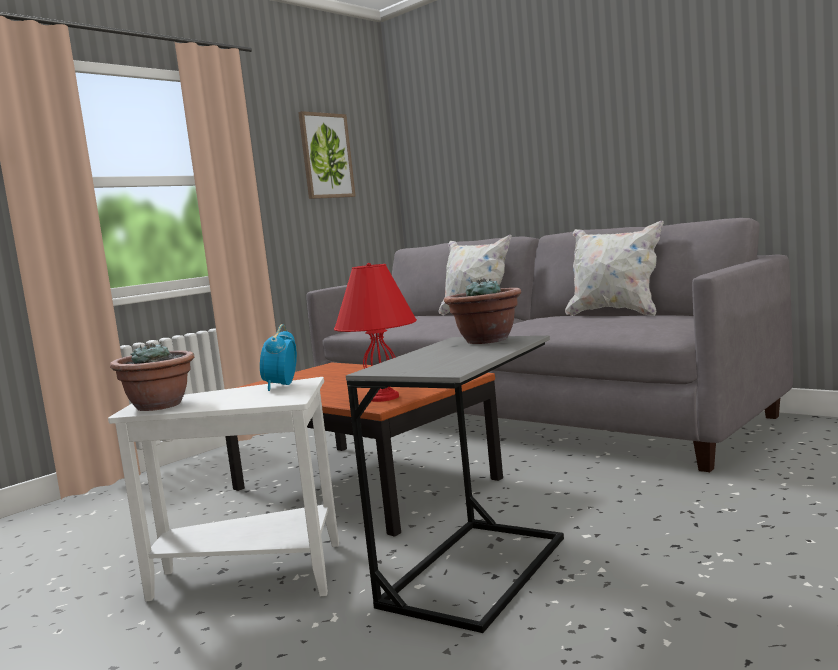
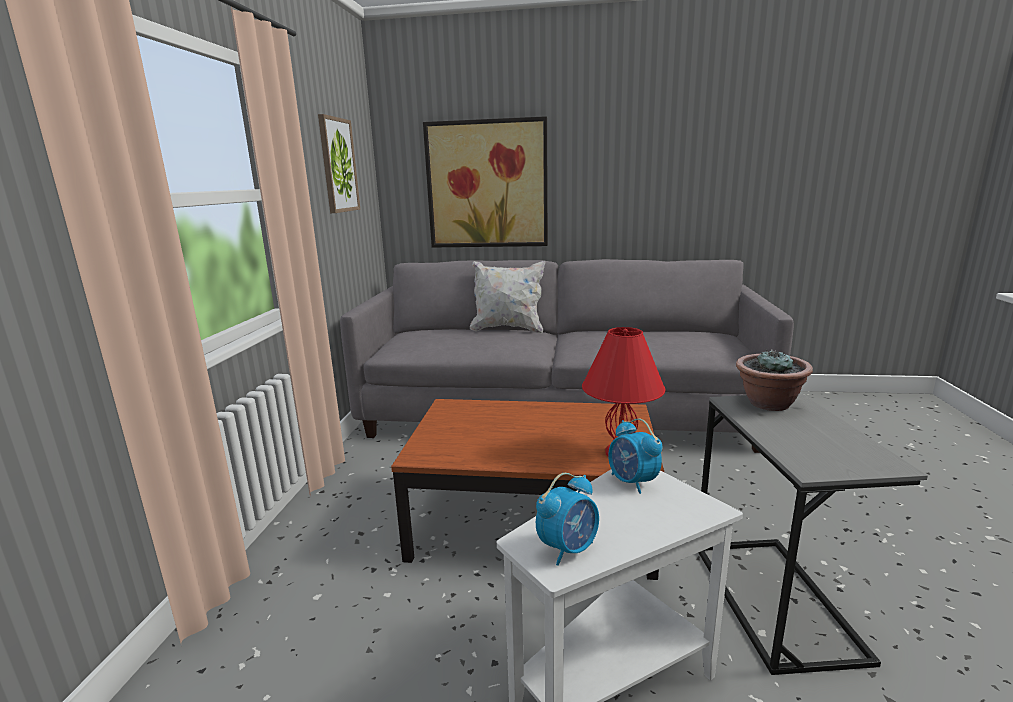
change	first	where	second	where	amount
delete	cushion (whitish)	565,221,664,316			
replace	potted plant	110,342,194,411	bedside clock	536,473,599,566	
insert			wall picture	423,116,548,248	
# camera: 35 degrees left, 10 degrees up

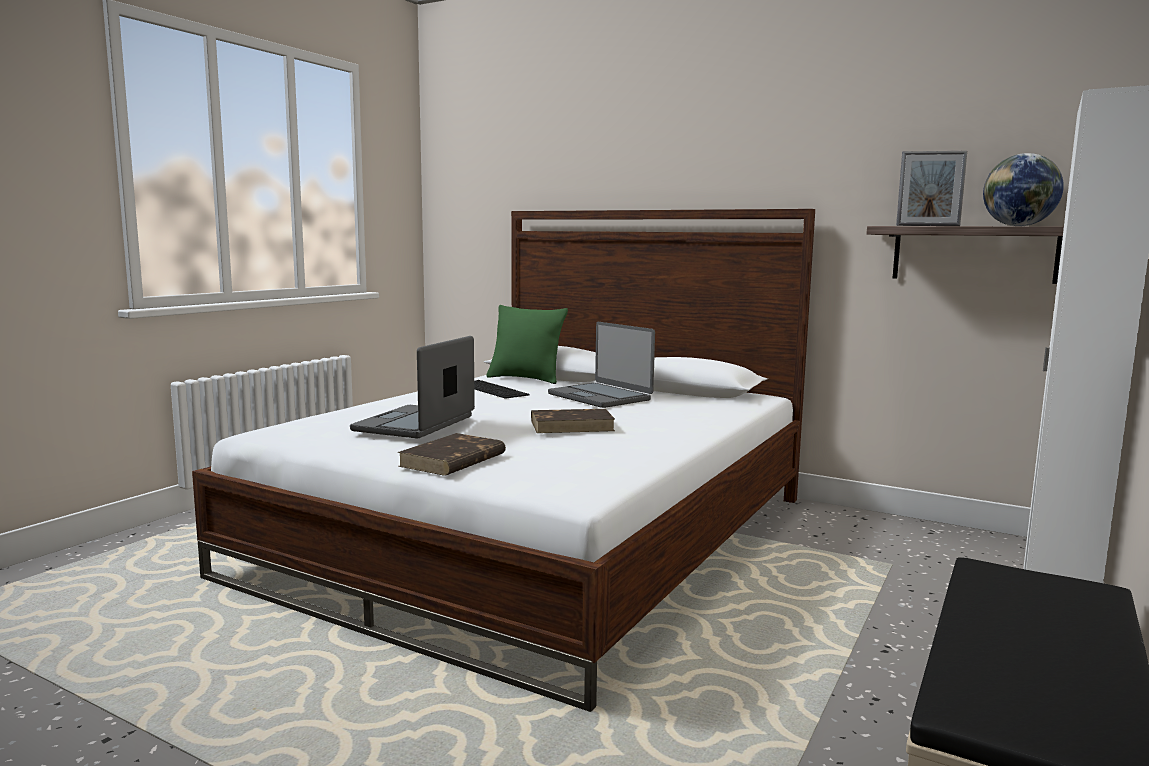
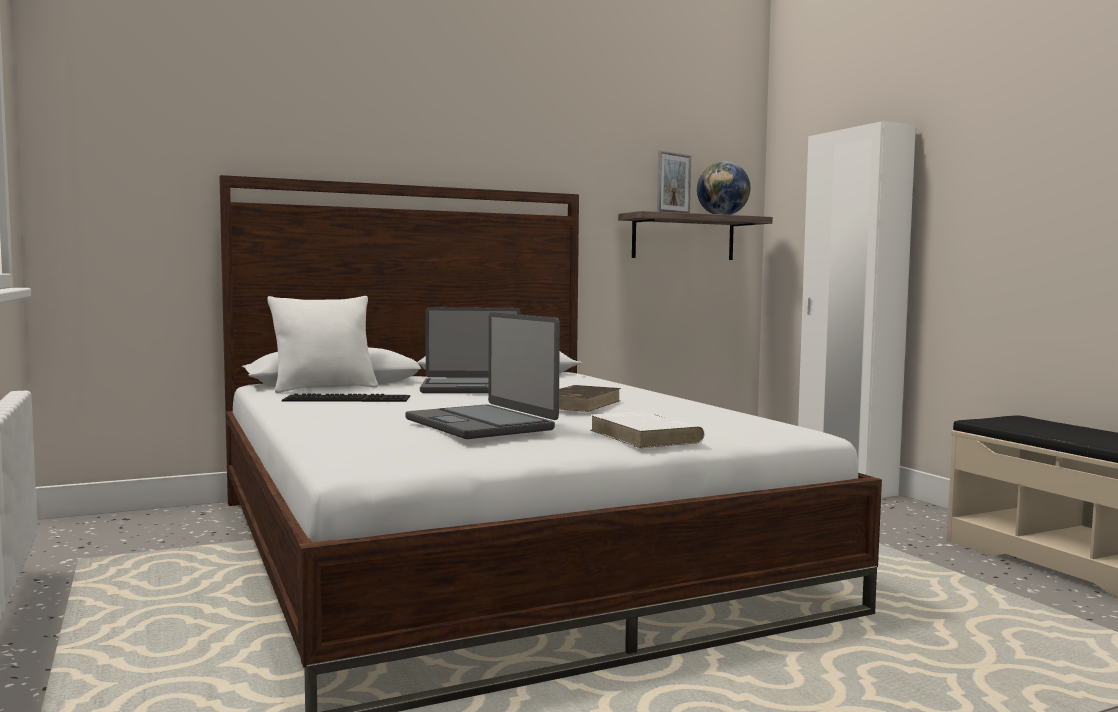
change	first	where	second	where	amount
recolor	cushion (green)	486,305,568,384	cushion (whitish)	267,296,378,393	
recolor	bound book (brown)	398,433,506,476	bound book (whitish)	591,411,705,448	
# camera: 55 degrees left, 5 degrees down

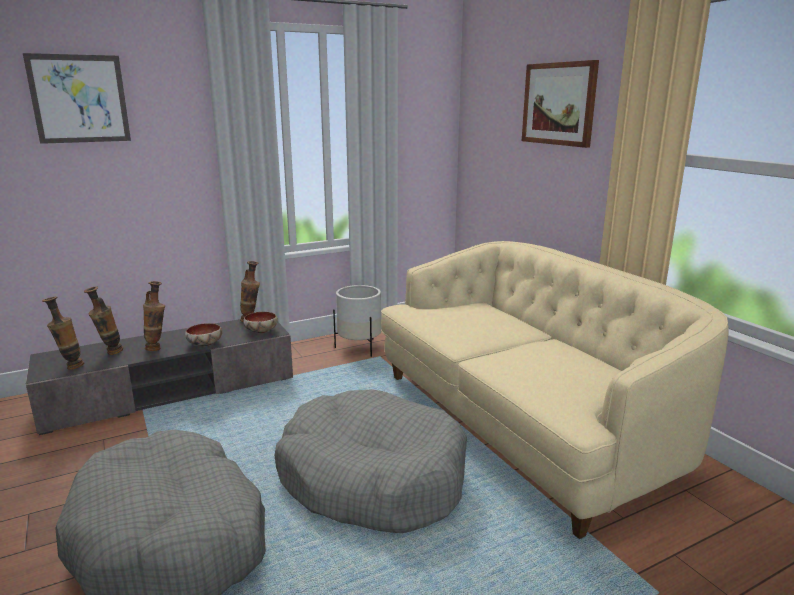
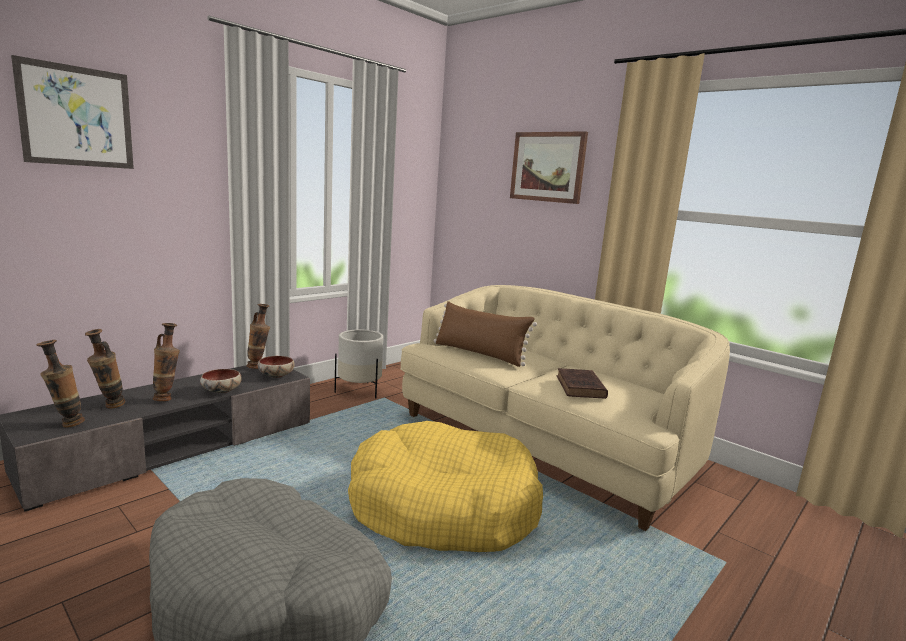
change	first	where	second	where	amount
recolor	pet bed (grey)	275,389,467,533	pet bed (yellow-coloured)	348,421,543,552	
insert			cushion (brown)	434,301,537,367	
insert			bound book (brown)	557,368,608,399	
# camera: 20 degrees left, 5 degrees down

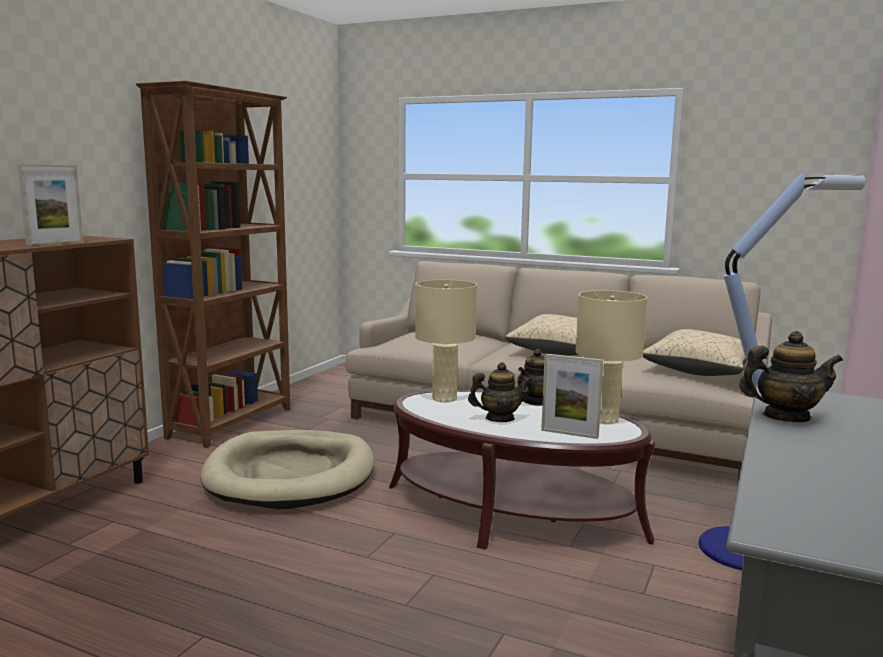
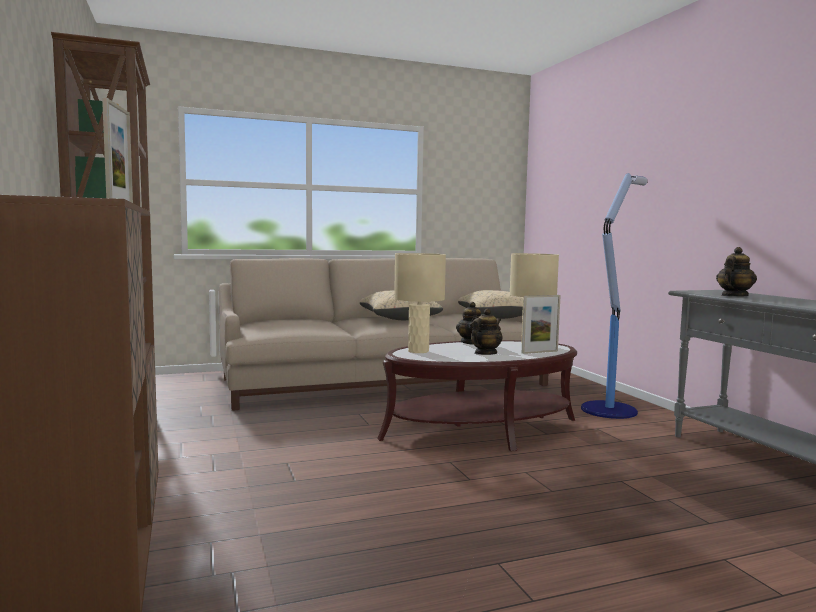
change	first	where	second	where	amount
delete	pet bed (sand-coloured)	200,430,374,509			
# camera: 45 degrees left, 5 degrees down

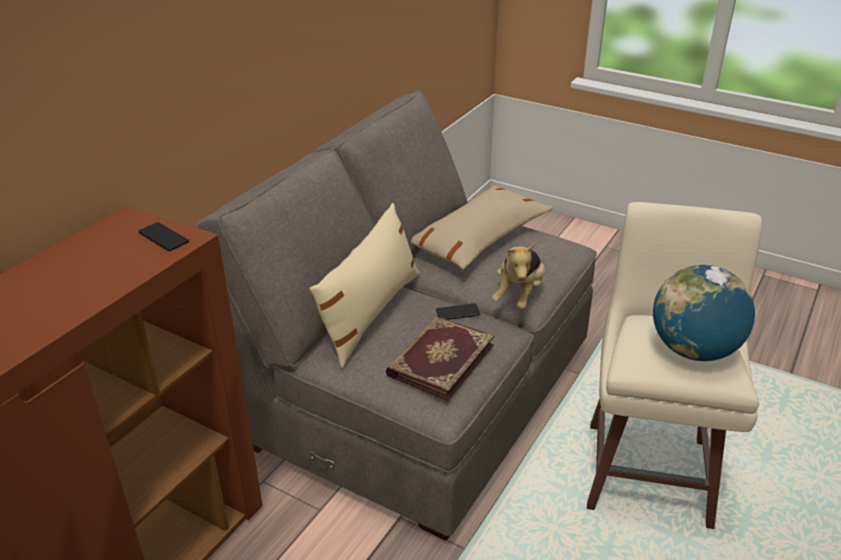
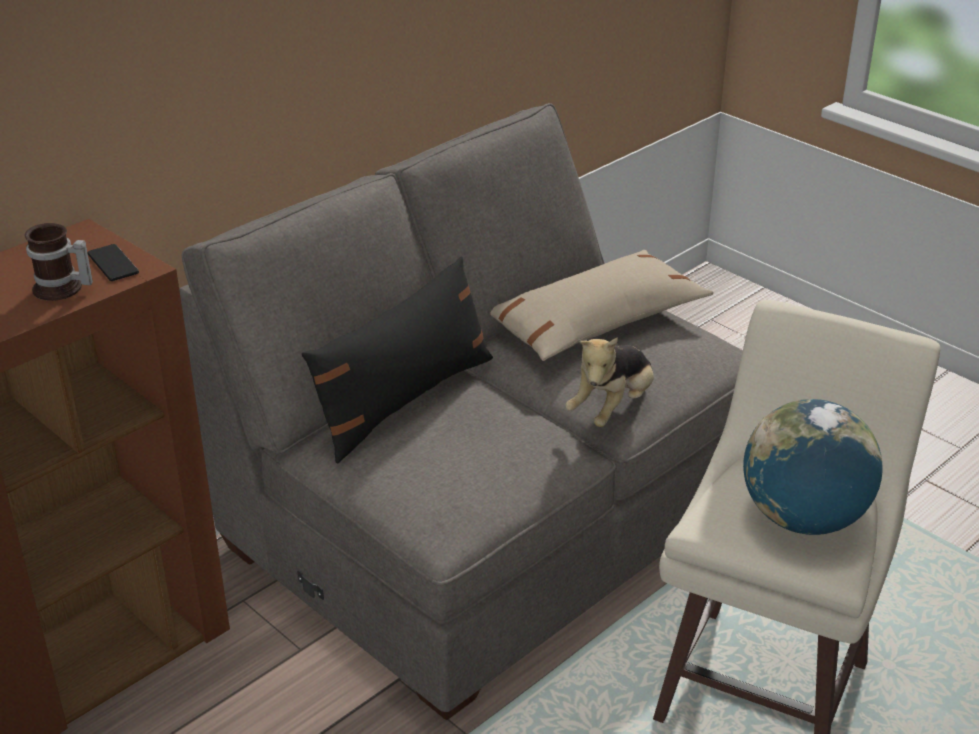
change	first	where	second	where	amount
recolor	cushion (sand-coloured)	309,203,420,368	cushion (black-coloured)	302,257,493,463	
delete	telephone	436,303,480,320			
delete	bound book	386,316,494,401			
insert			tea mug	25,223,93,301	
# camera: 15 degrees right, 0 degrees up

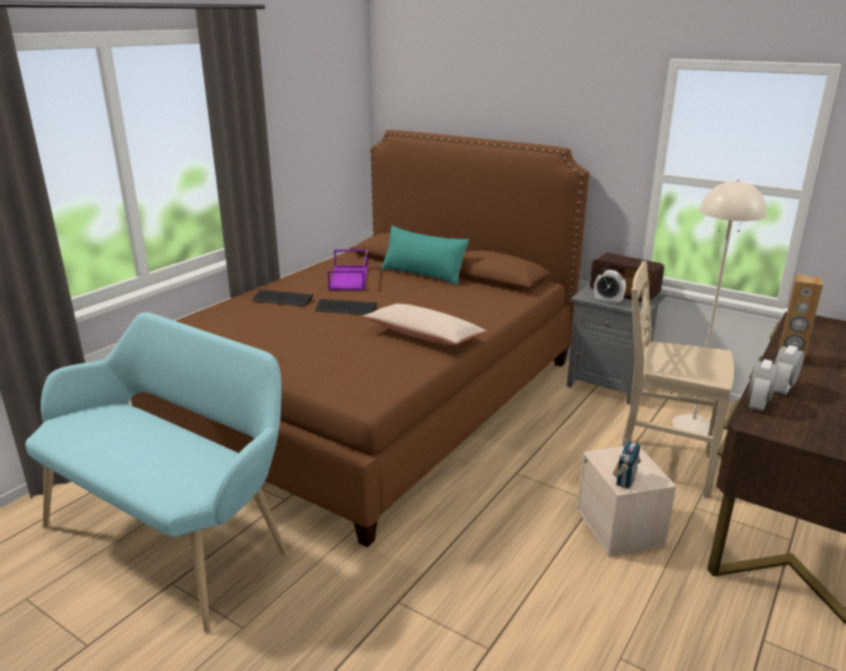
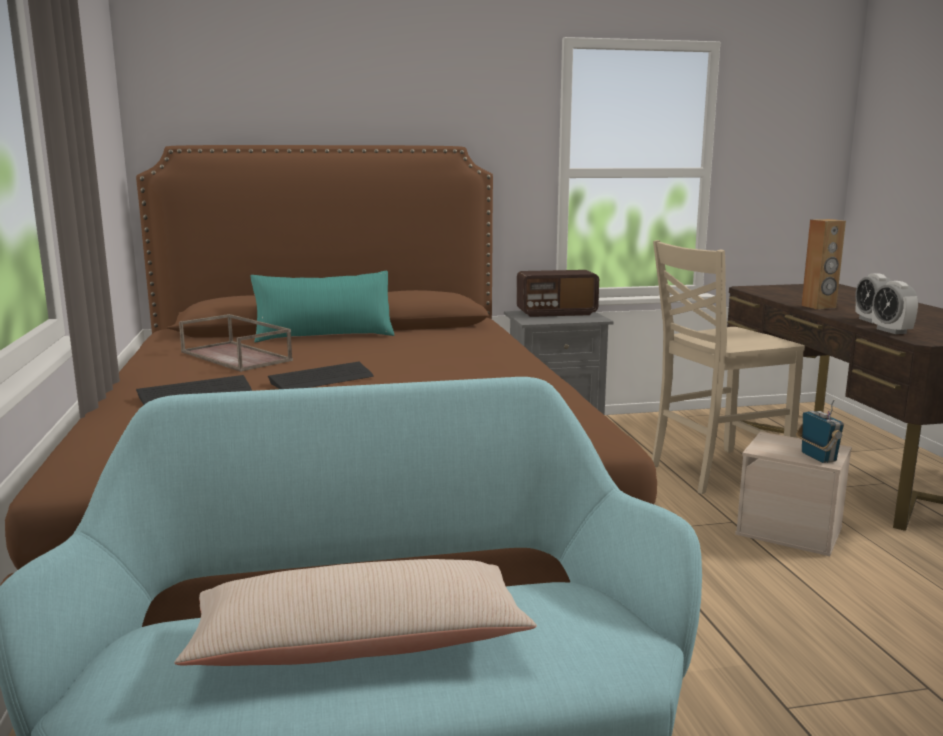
change	first	where	second	where	amount
delete	floor lamp (sand-coloured)	672,180,767,435			
recolor	serving tray (purple)	328,249,368,290	serving tray (brown)	179,314,293,372	
delete	bedside clock	594,270,626,305			
move	cushion (sand-coloured)	362,304,486,345		175,559,537,666	
# camera: 45 degrees left, 10 degrees down

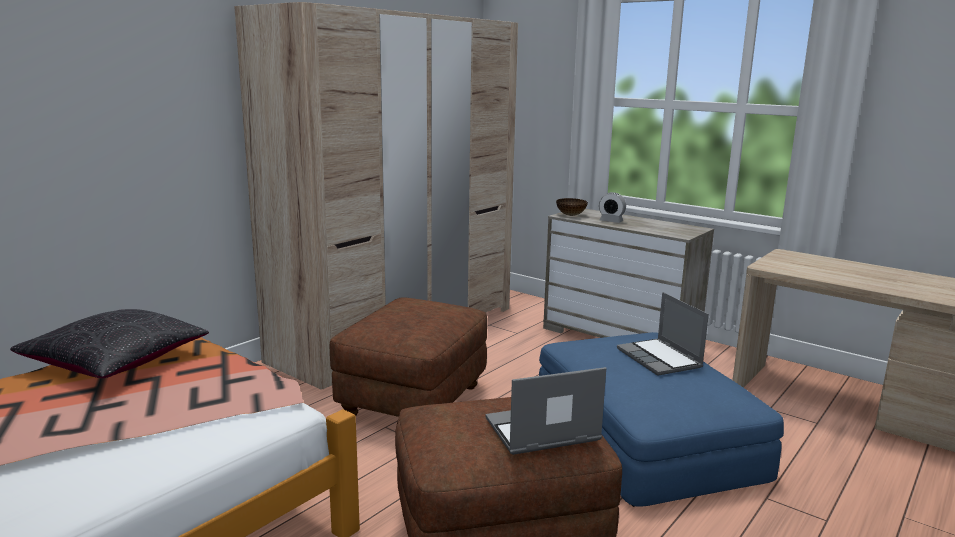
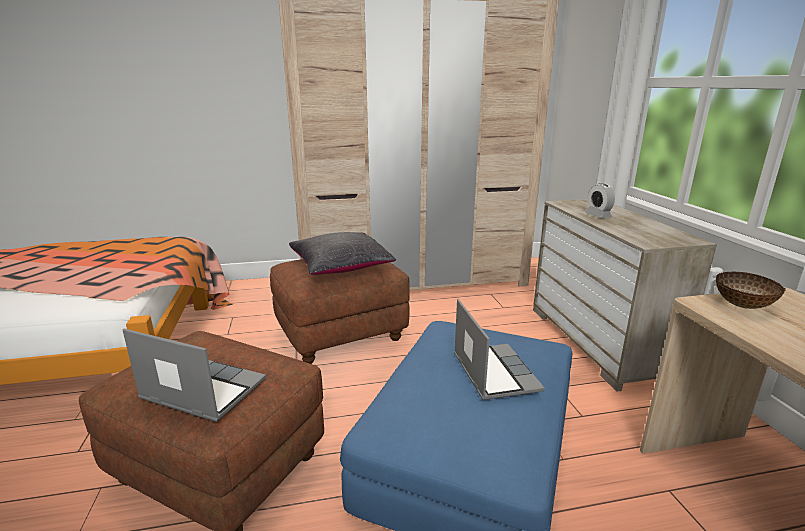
change	first	where	second	where	amount
move	deep dish	556,198,588,216		716,272,786,309	
rotate	notebook computer	617,292,709,376		454,299,545,400	150 degrees clockwise
move	cushion (black-coloured)	10,309,209,379		289,232,396,275	
# camera: 40 degrees right, 5 degrees up

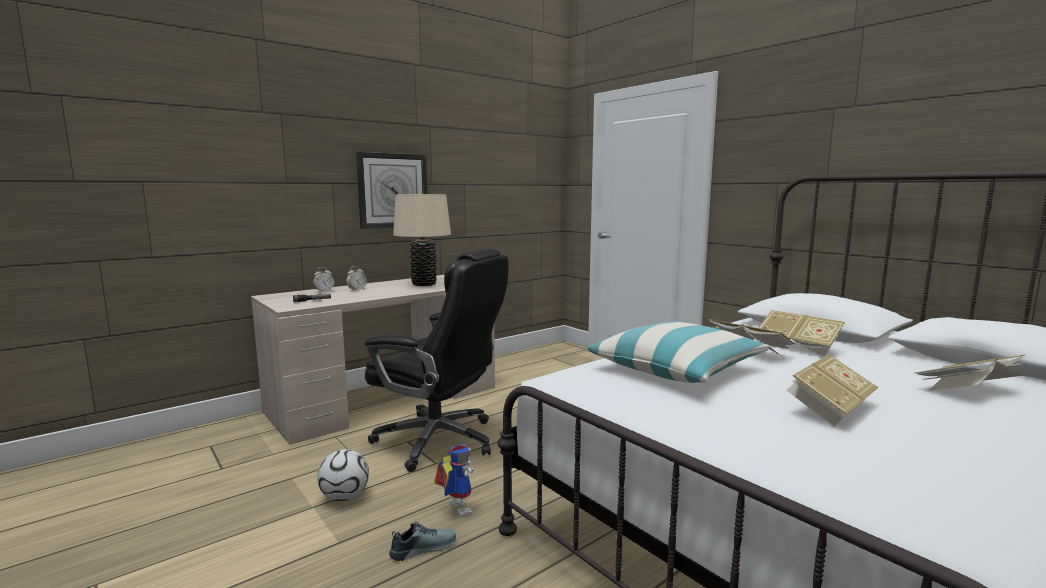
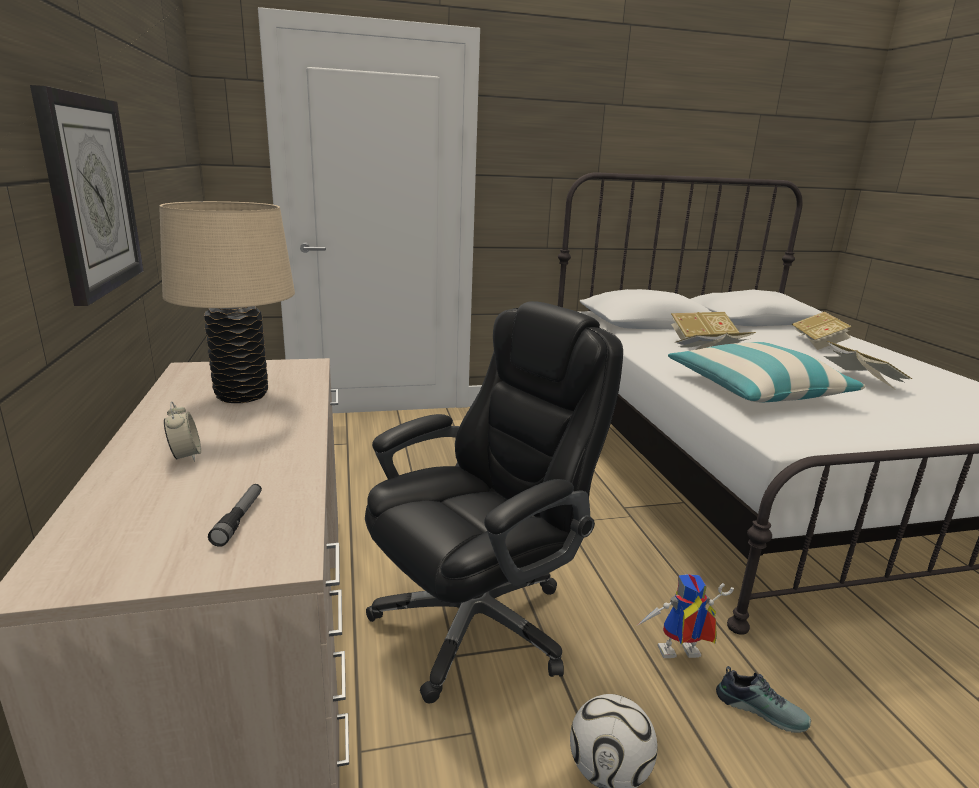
change	first	where	second	where	amount
delete	bedside clock	313,267,334,292			
rotate	shoe	389,522,456,561		716,666,811,733	120 degrees clockwise
# camera: 65 degrees left, 10 degrees up

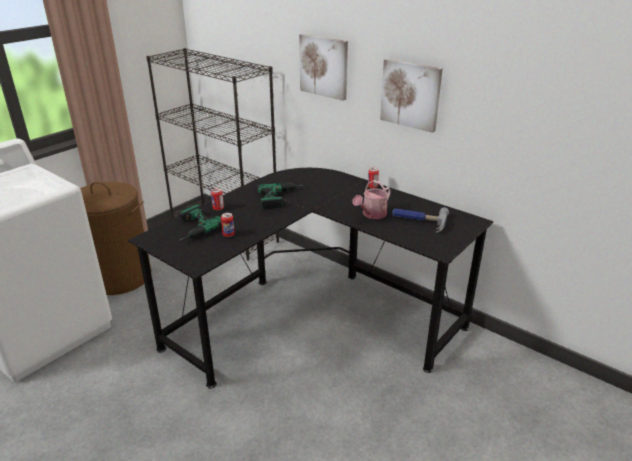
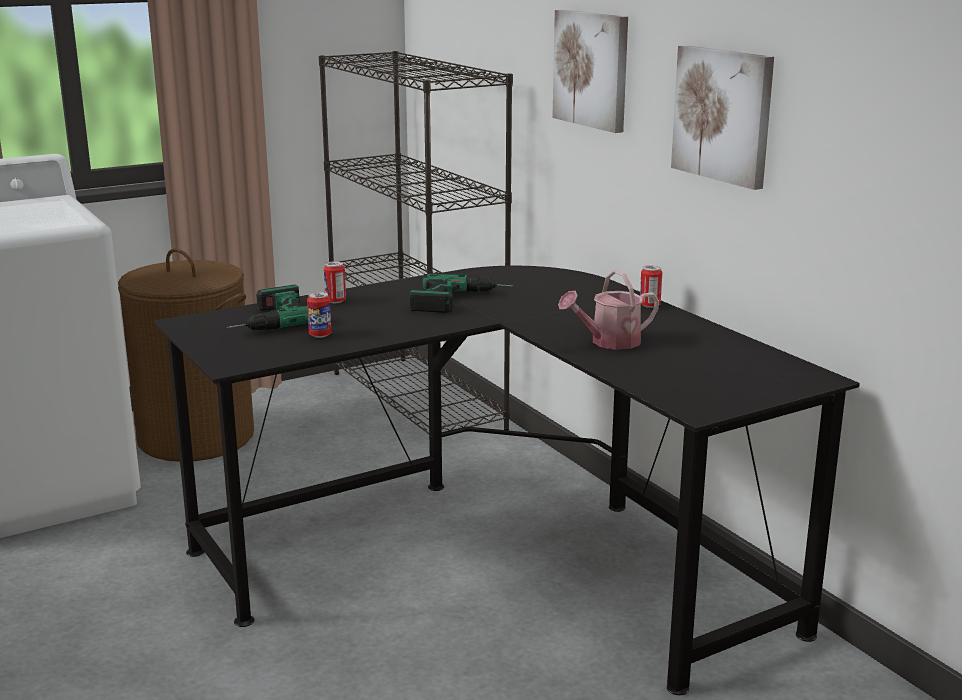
change	first	where	second	where	amount
delete	tool hammer	392,207,449,233			
# camera: 20 degrees right, 10 degrees down

